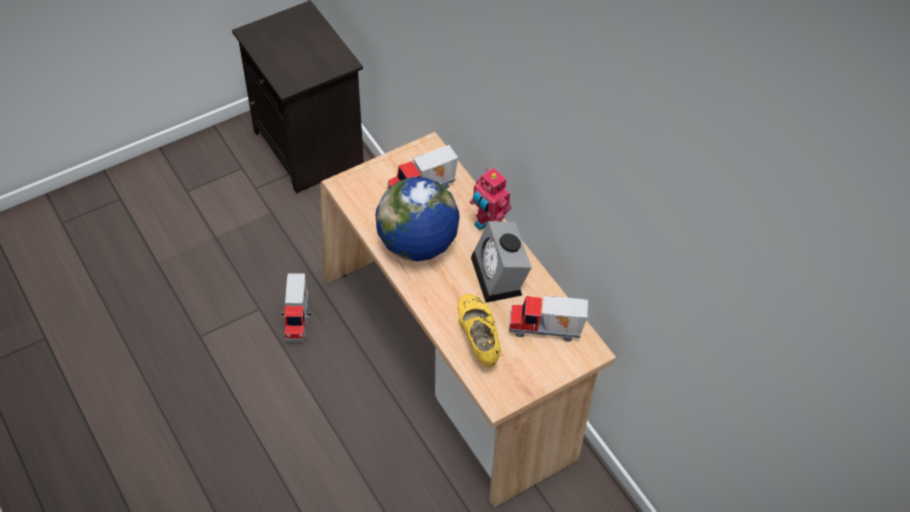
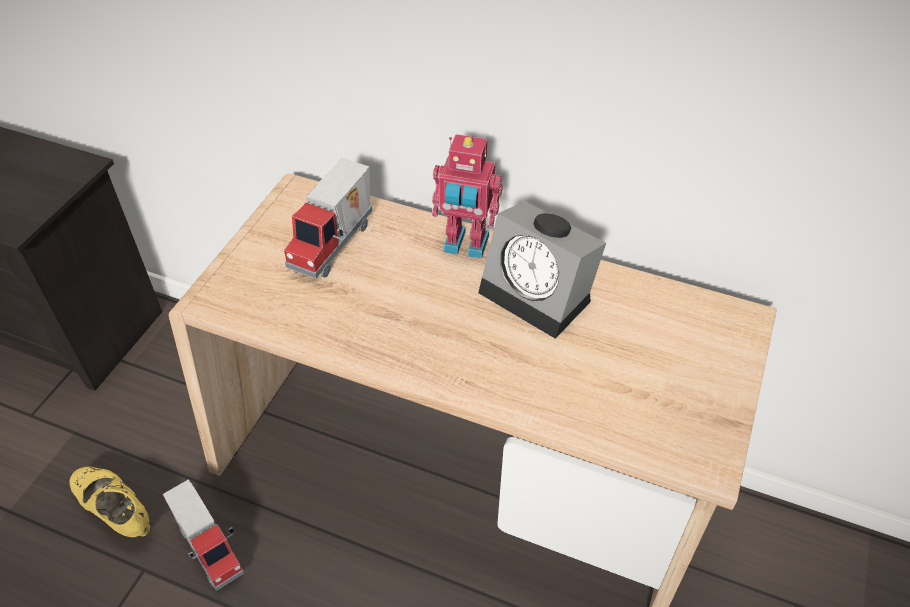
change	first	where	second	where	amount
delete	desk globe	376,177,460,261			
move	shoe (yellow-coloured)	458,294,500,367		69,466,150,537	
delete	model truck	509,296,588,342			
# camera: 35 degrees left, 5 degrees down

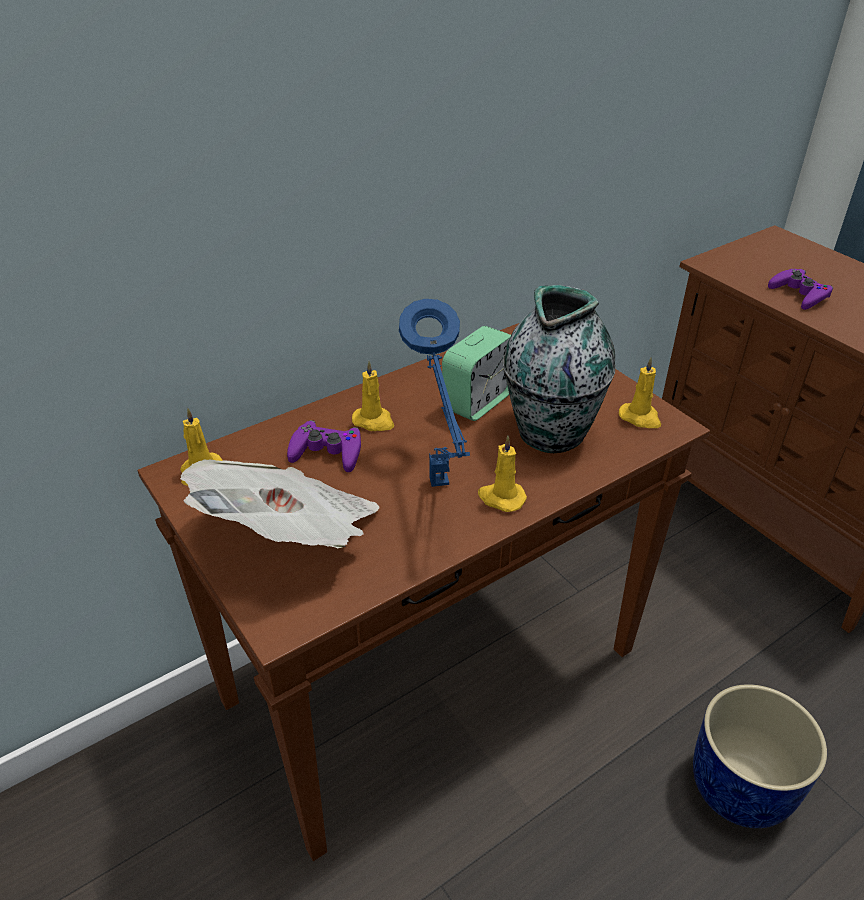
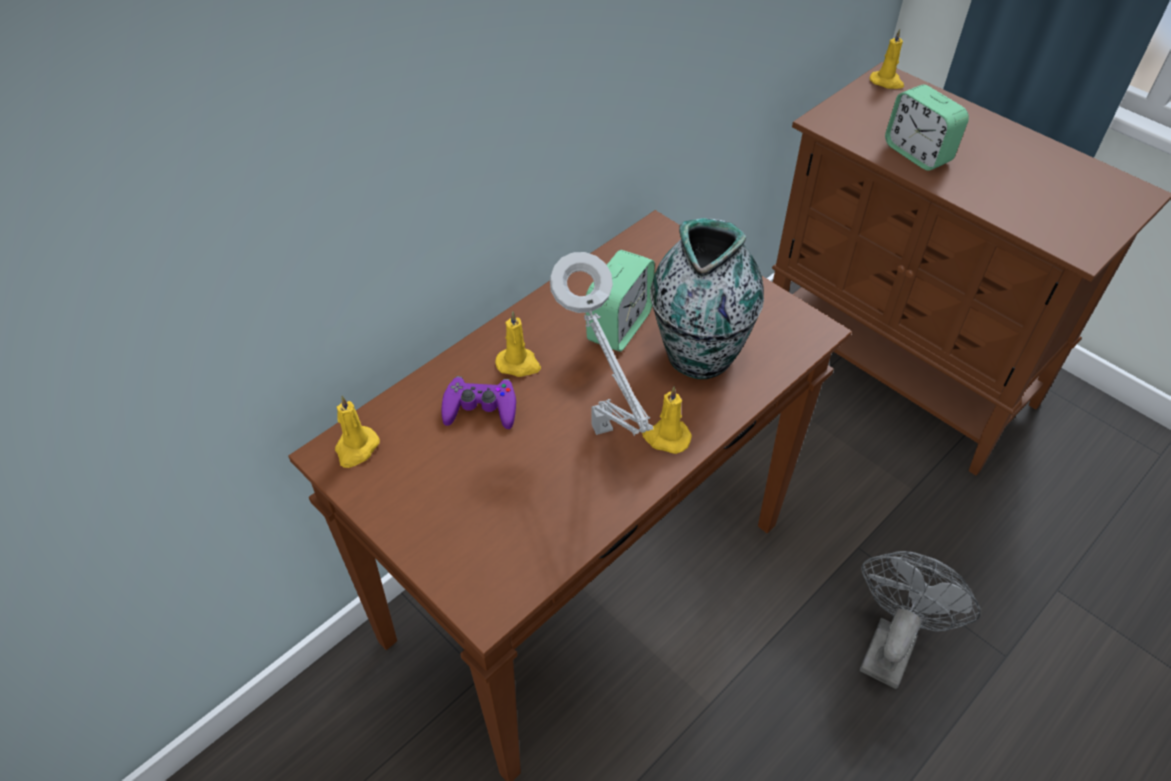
change	first	where	second	where	amount
replace	game controller (purple)	768,269,833,310	bedside clock	885,84,969,171	
recolor	tabletop lamp (blue-coloured)	399,299,470,487	tabletop lamp (grey)	550,252,653,436	
move	candle (yellow-coloured)	619,357,661,428		870,29,904,89	
delete	newspaper	180,460,380,548			
replace	flower pot (blue-coloured)	693,684,827,828	fan (grey)	860,551,981,689	
# camera: 10 degrees left, 10 degrees up

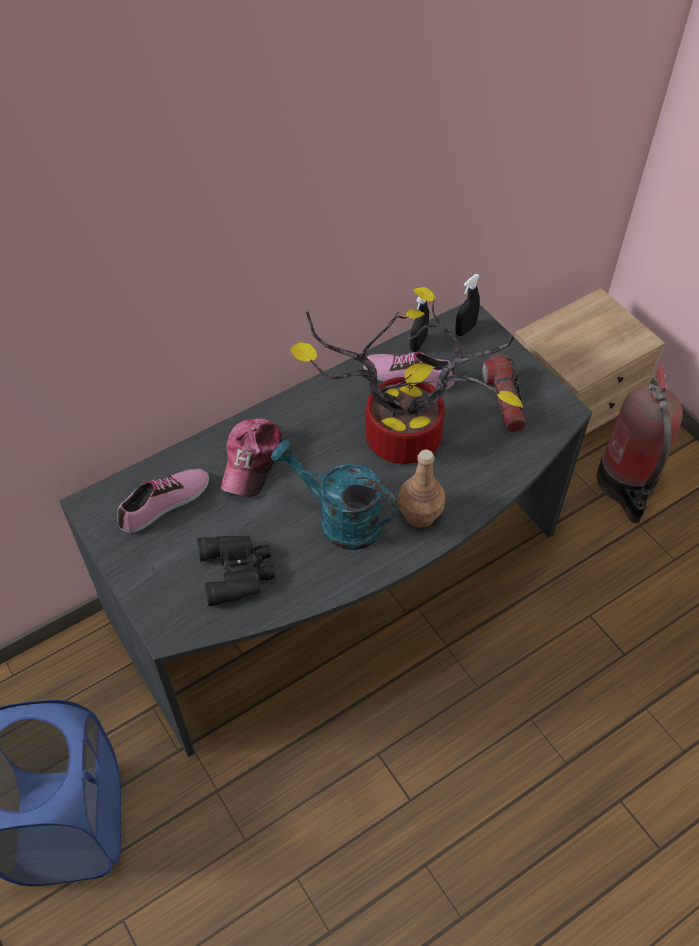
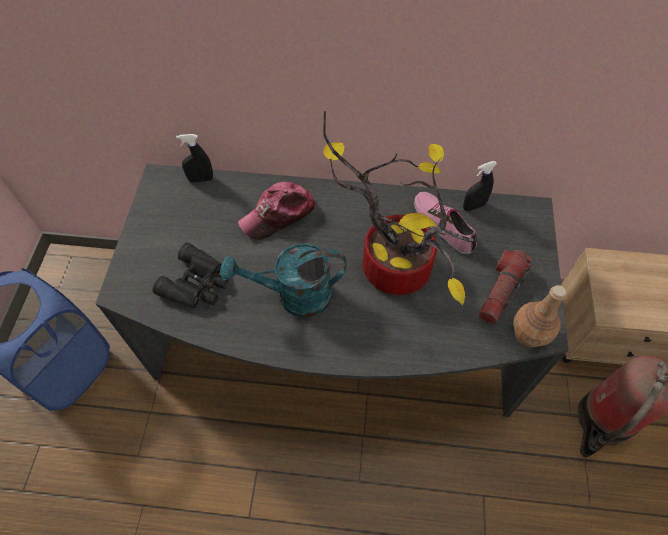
change	first	where	second	where	amount
move	sprayer (black-coloured)	455,274,480,336		176,134,213,182	
rotate	sprinkling can (turquoise-coloured)	271,440,397,550		220,243,347,317	75 degrees counterclockwise
move	bottle (brown)	398,450,445,528		513,285,567,348	
delete	shoe	117,469,209,533			
# camera: 40 degrees right, 5 degrees up

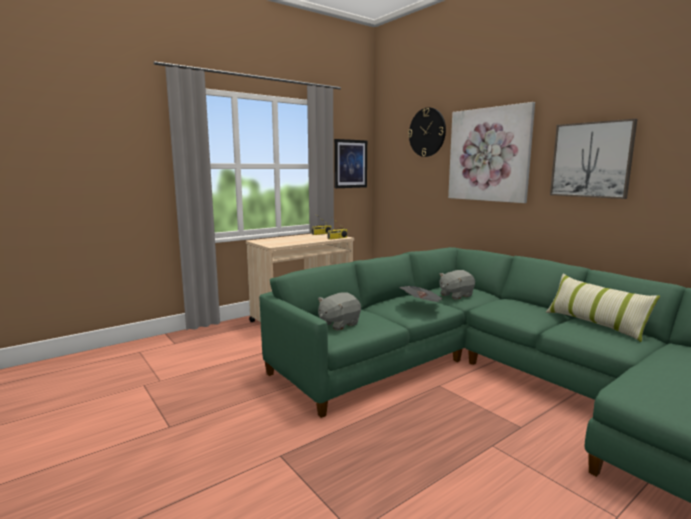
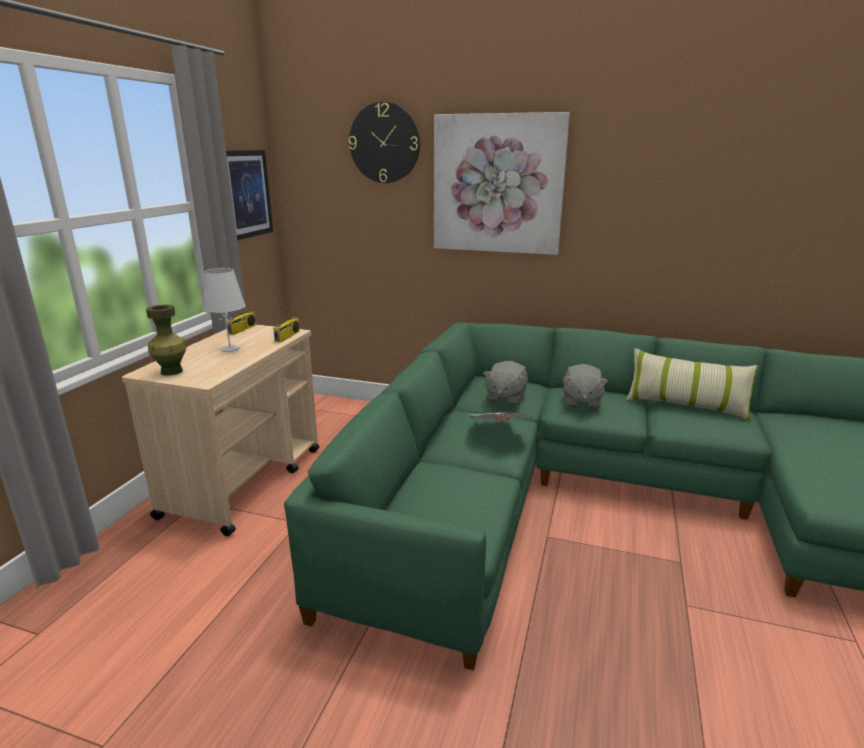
change	first	where	second	where	amount
delete	wall picture	550,119,637,199			
move	soft toy (grey)	318,292,361,330		563,364,608,410	
insert			tabletop lamp (whitish)	203,268,245,352	
insert			decorative vase (green)	146,305,186,376	
# camera: 35 degrees left, 10 degrees up

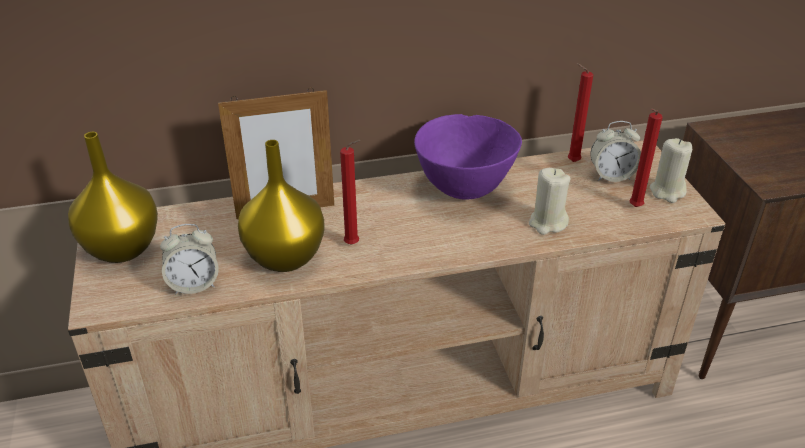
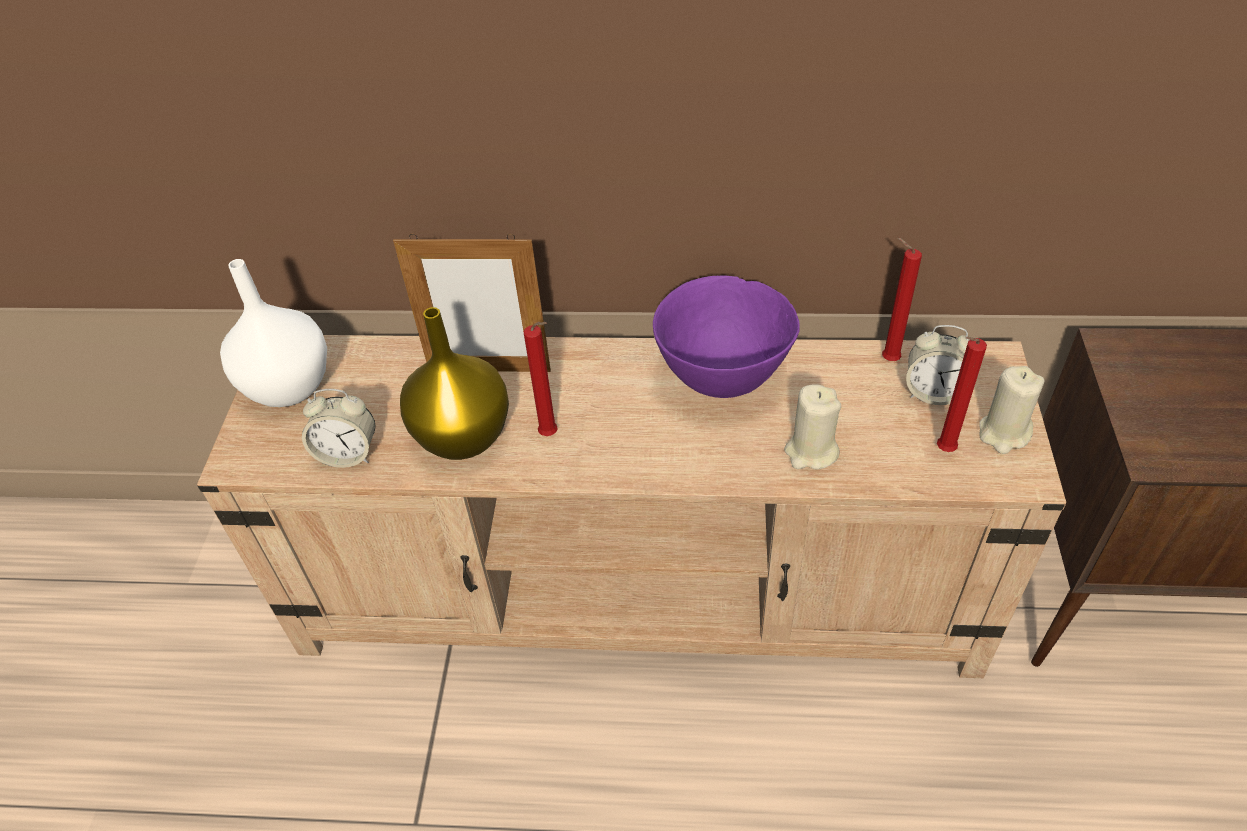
change	first	where	second	where	amount
recolor	decorative vase (yellow-coloured)	68,132,158,263	decorative vase (whitish)	220,259,327,407	
# camera: 20 degrees right, 10 degrees up

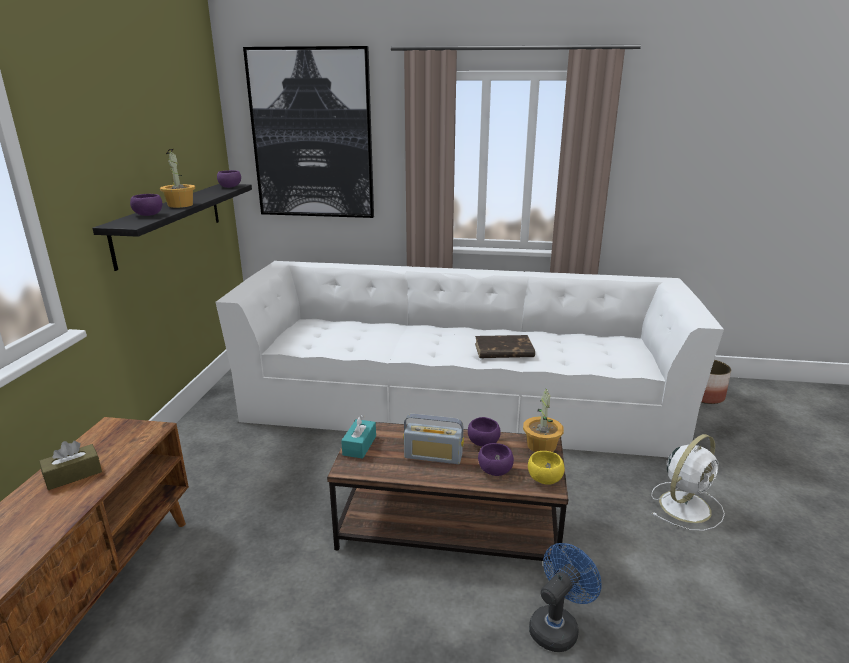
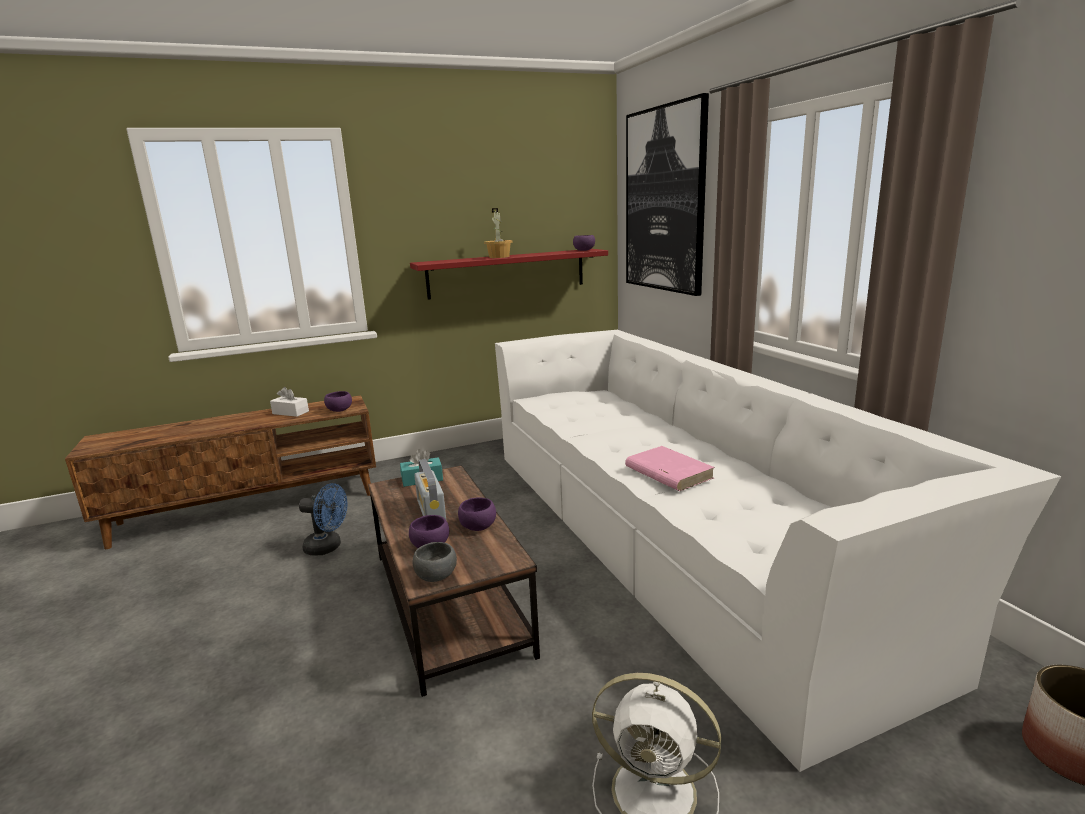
change	first	where	second	where	amount
recolor	shelf (black-coloured)	92,184,252,271	shelf (red-coloured)	410,249,608,300	
move	deep dish (purple)	130,194,162,216		324,391,352,412	
recolor	bound book (brown)	475,335,535,358	bound book (pink)	625,446,715,491	
delete	potted plant	523,389,564,452			
recolor	tissue holder (brown)	39,441,102,490	tissue holder (whitish)	270,387,309,417	
recolor	deep dish (yellow-coloured)	528,451,565,485	deep dish (grey)	413,542,457,582	
move	fan (blue-coloured)	529,543,602,652		299,483,347,556	
# camera: 60 degrees right, 5 degrees down

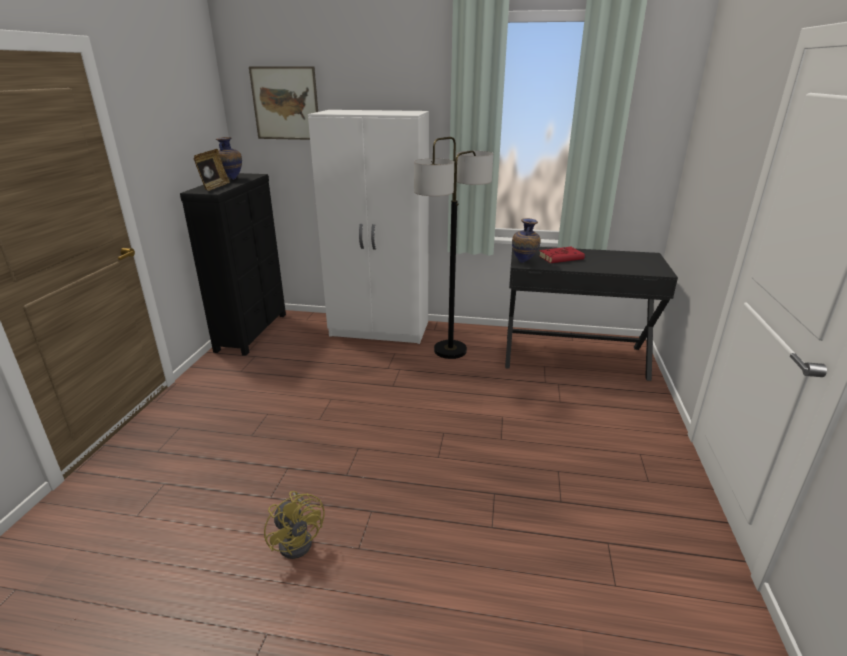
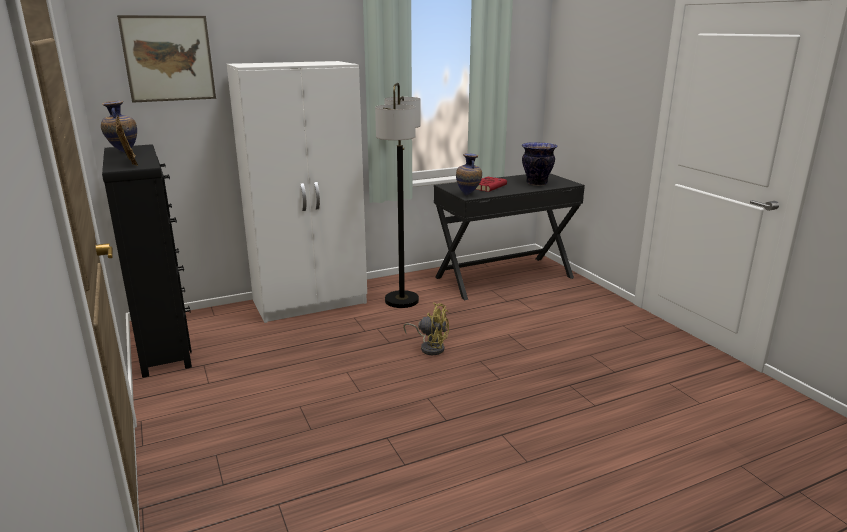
change	first	where	second	where	amount
move	fan (yellow-coloured)	264,491,325,559		403,303,449,355	
insert			decorative vase	522,142,558,186	
# camera: 35 degrees left, 5 degrees down

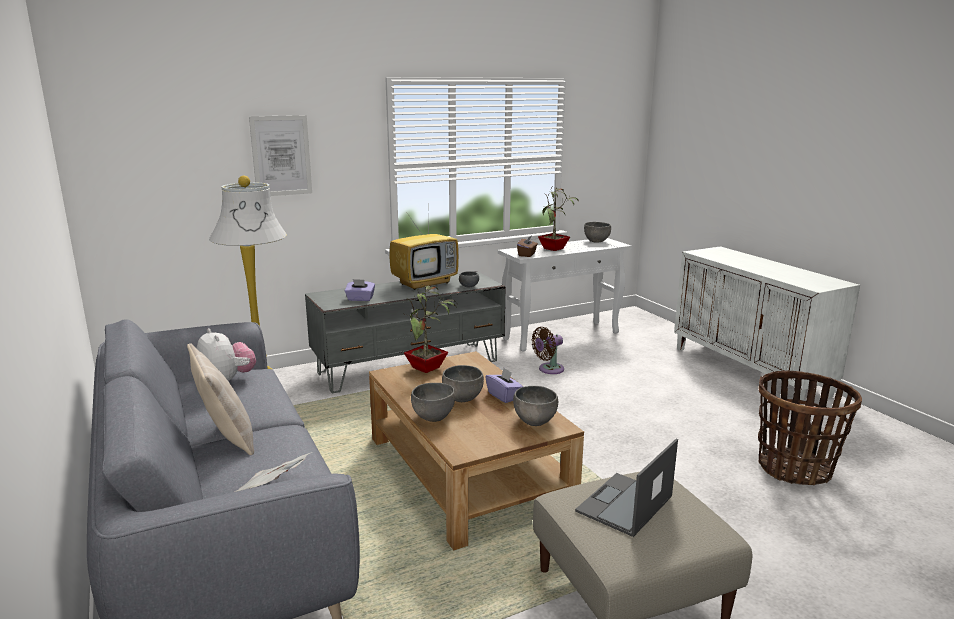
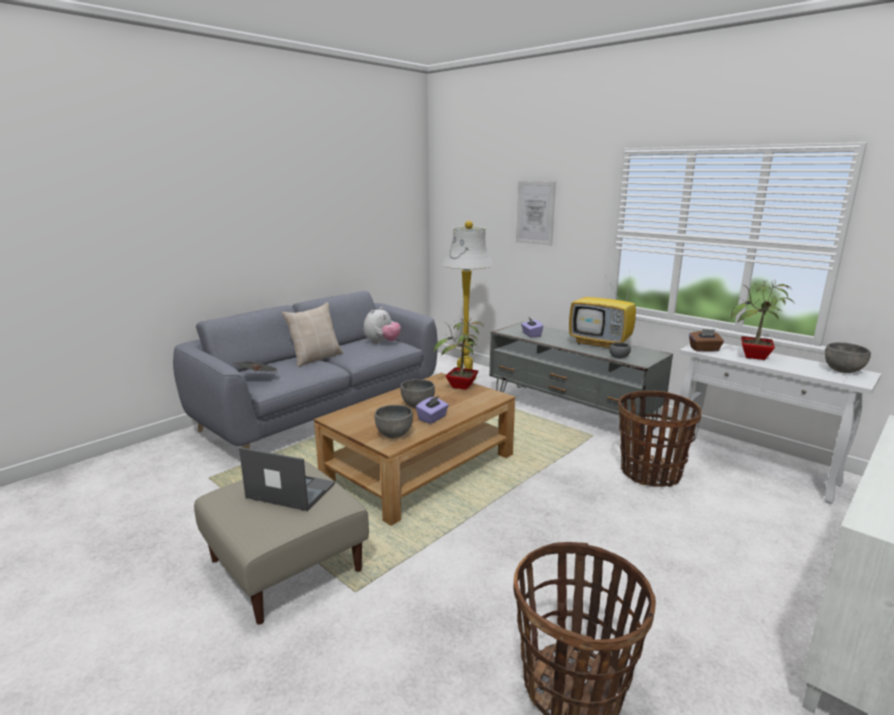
change	first	where	second	where	amount
replace	fan (brown)	531,327,564,374	basket	618,391,702,487	
delete	deep dish (grey)	411,383,455,422			
# camera: 70 degrees right, 0 degrees up

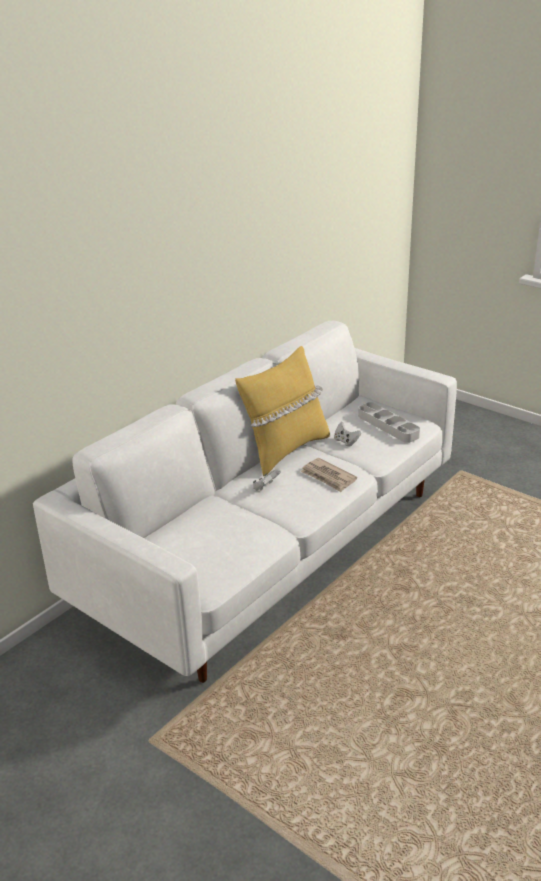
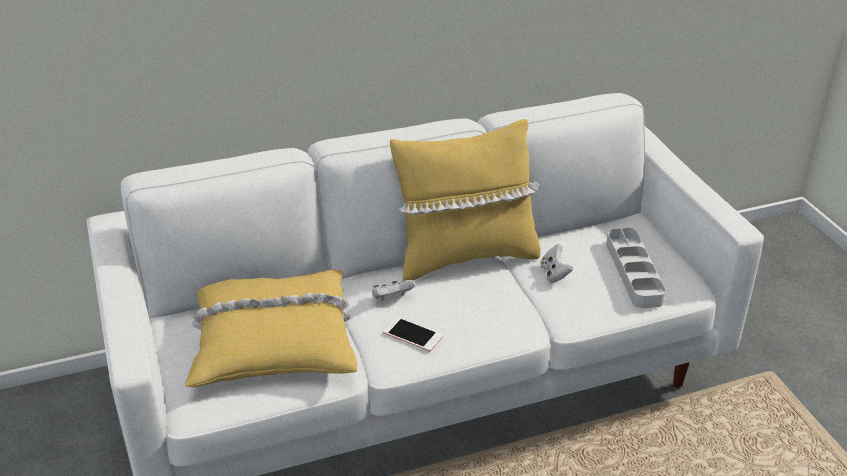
change	first	where	second	where	amount
delete	newspaper	301,458,357,492			
insert			cushion (yellow-coloured)	185,270,357,387	
insert			telephone	383,317,443,352	
# camera: 30 degrees right, 5 degrees up

